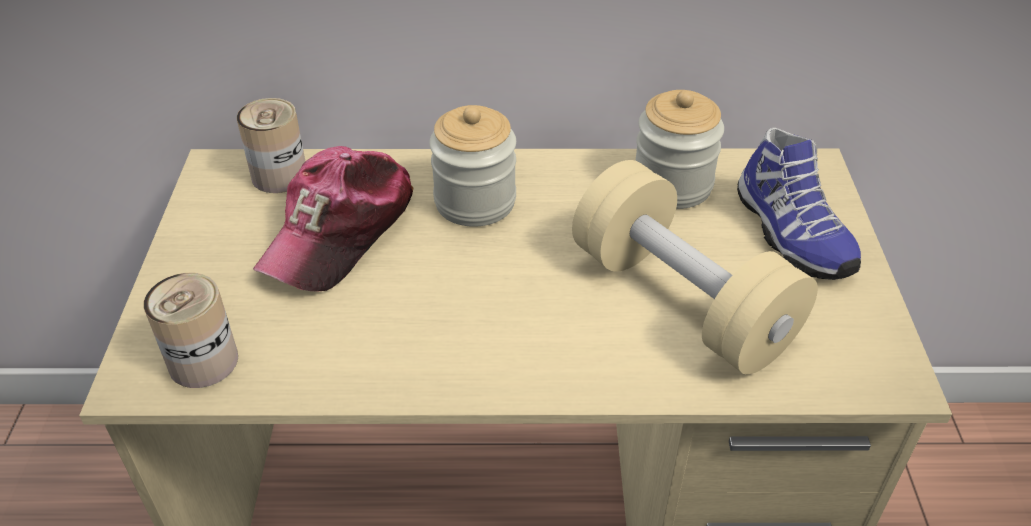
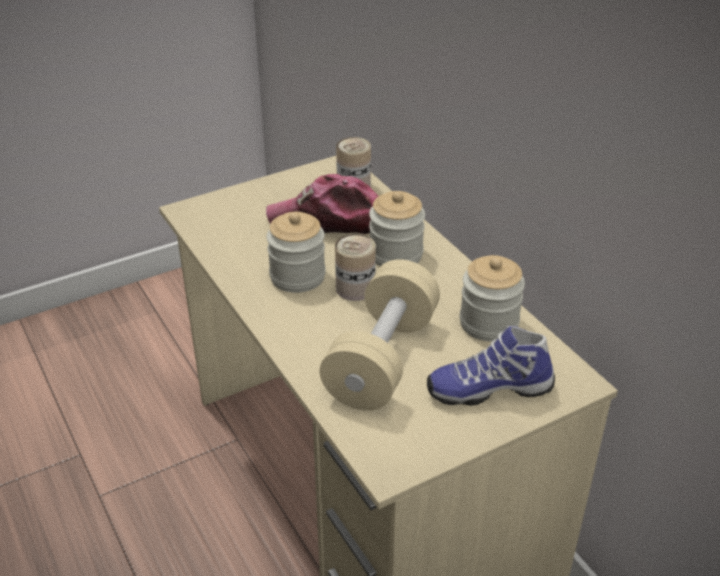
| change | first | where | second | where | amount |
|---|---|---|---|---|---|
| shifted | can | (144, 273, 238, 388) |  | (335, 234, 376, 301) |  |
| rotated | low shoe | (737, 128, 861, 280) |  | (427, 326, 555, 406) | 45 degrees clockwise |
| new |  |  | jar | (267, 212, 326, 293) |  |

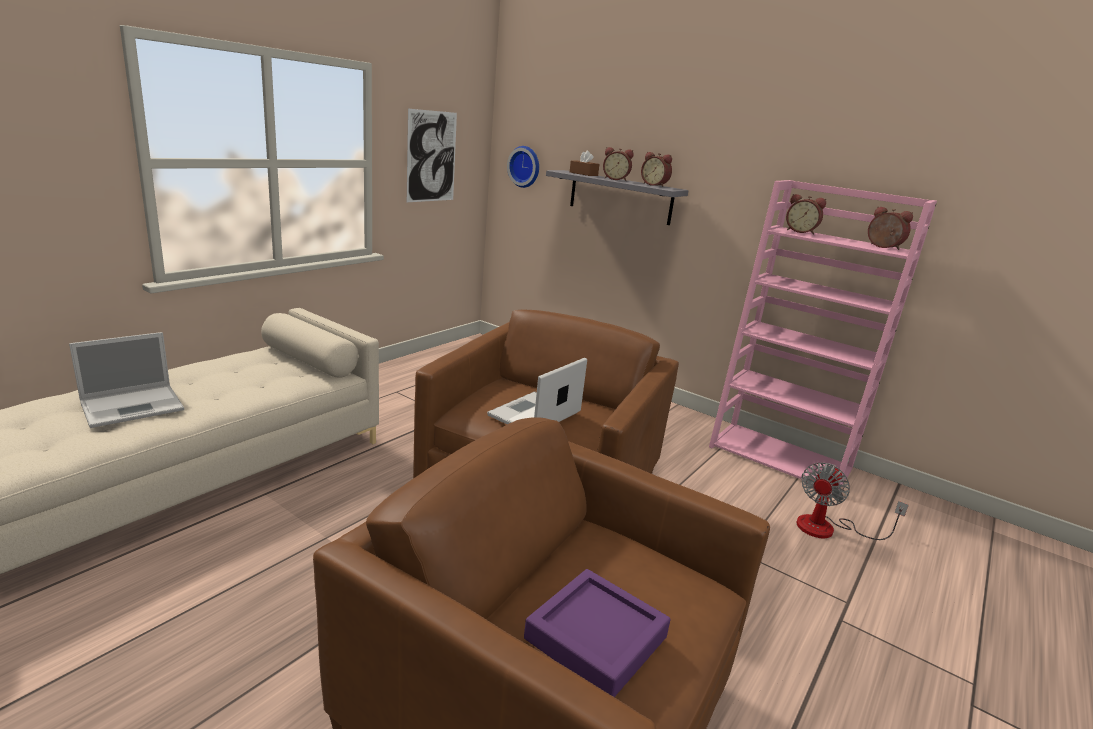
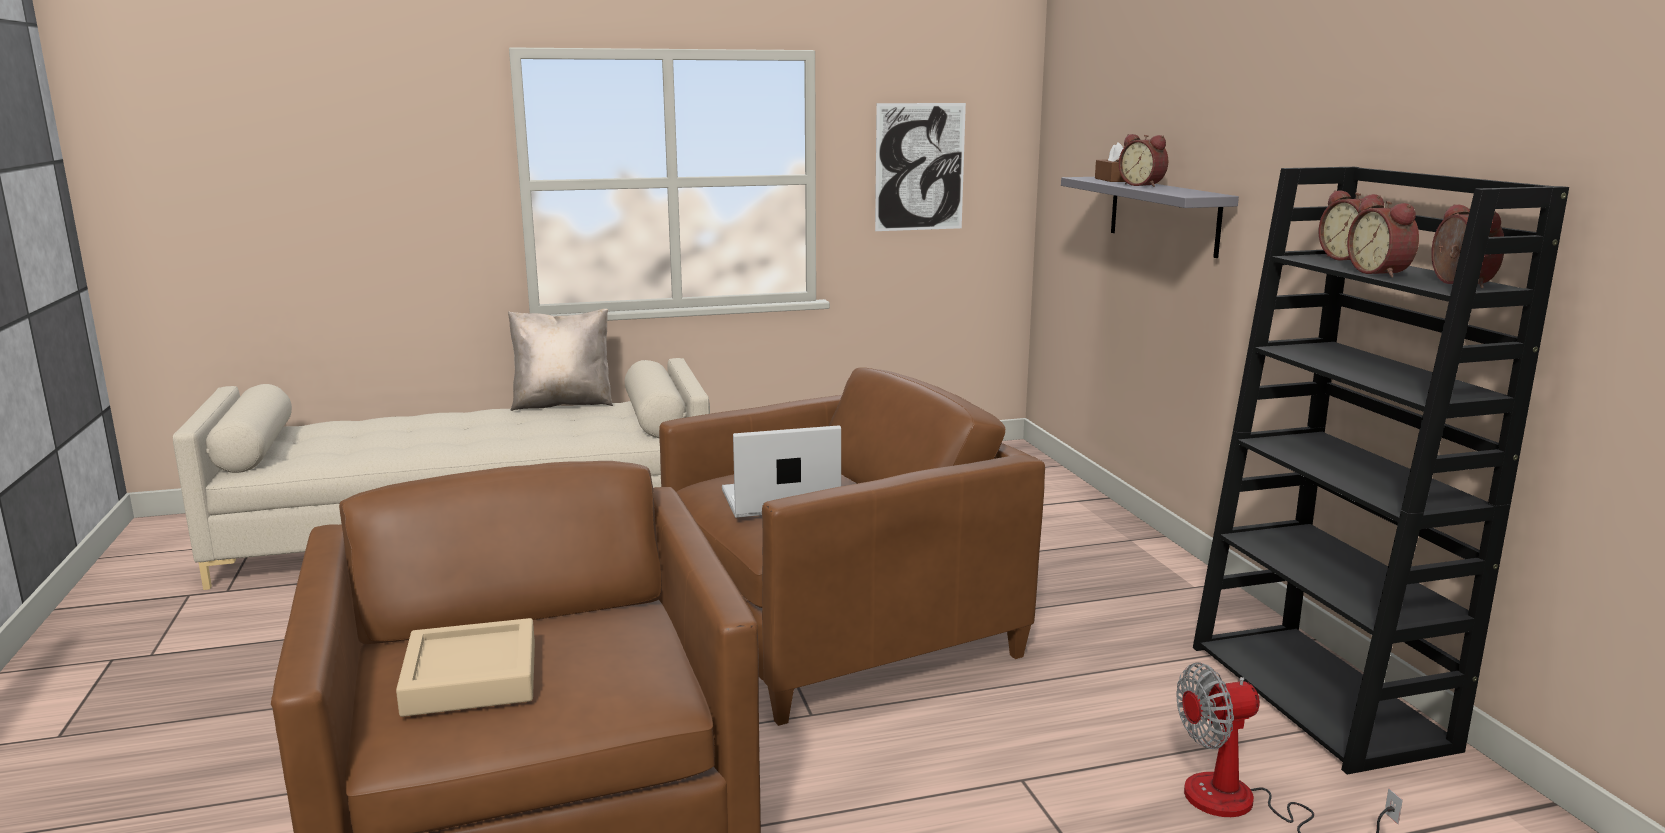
| change | first | where | second | where | amount |
|---|---|---|---|---|---|
| gone | notebook computer | (69, 332, 184, 428) |  |  |  |
| gone | hanging clock | (507, 146, 539, 188) |  |  |  |
| repainted | purple-coloured tray | (524, 569, 671, 697) | beige-coloured tray | (396, 618, 535, 717) |  |
| shifted | table clock | (641, 152, 672, 187) |  | (1347, 198, 1419, 278) |  |
| repainted | pink-coloured bookshelf | (709, 180, 937, 488) | black-coloured bookshelf | (1193, 167, 1569, 775) |  |
| new |  |  | beige-coloured cushion | (508, 309, 613, 411) |  |

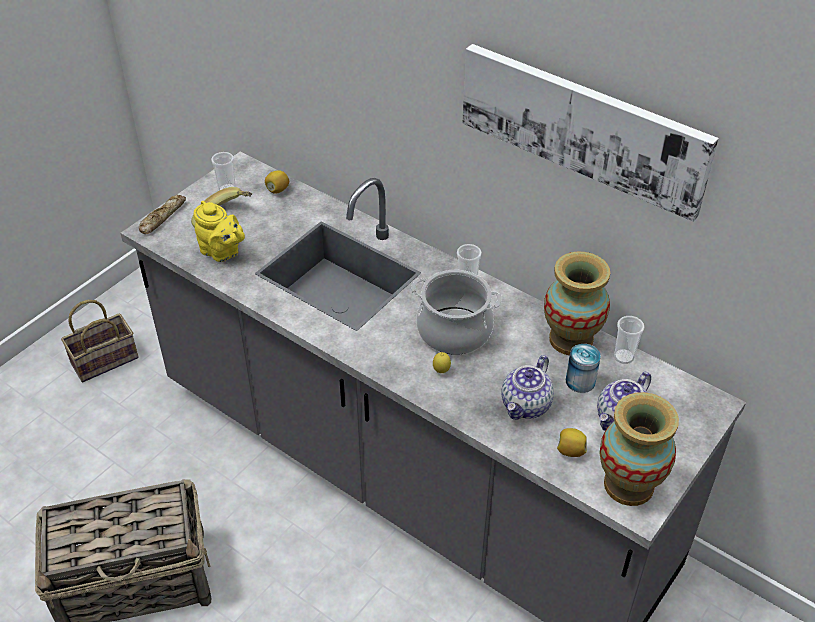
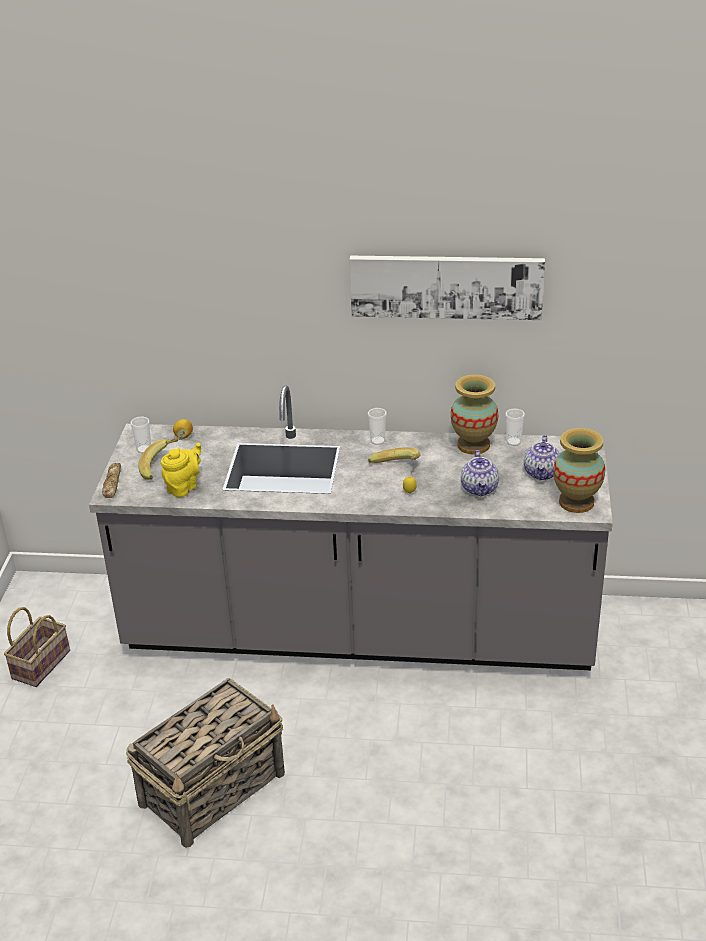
| change | first | where | second | where | amount |
|---|---|---|---|---|---|
| rotated | yellowish pot for tea | (194, 200, 245, 262) |  | (161, 443, 201, 497) | 60 degrees counterclockwise |
| swapped | saucepot | (411, 270, 502, 355) | banana fruit | (368, 447, 420, 463) |  |
| gone | whole lemon | (557, 428, 587, 457) |  |  |  |
| gone | can | (566, 344, 601, 393) |  |  |  |

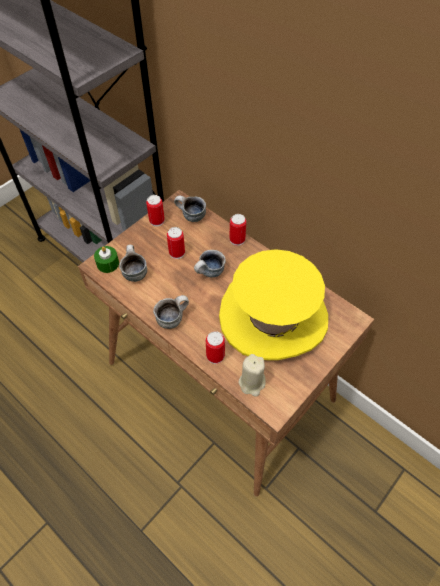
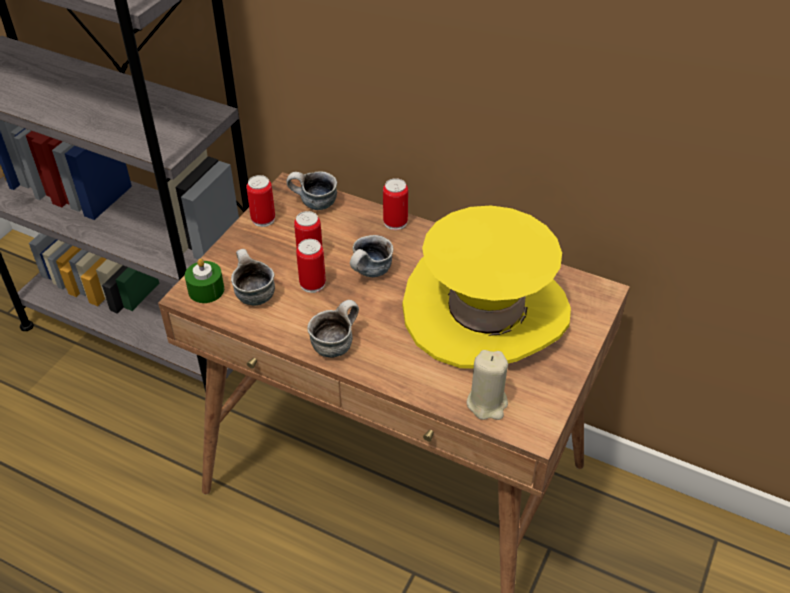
| change | first | where | second | where | amount |
|---|---|---|---|---|---|
| shifted | can | (206, 331, 225, 364) |  | (296, 239, 326, 293) |  |

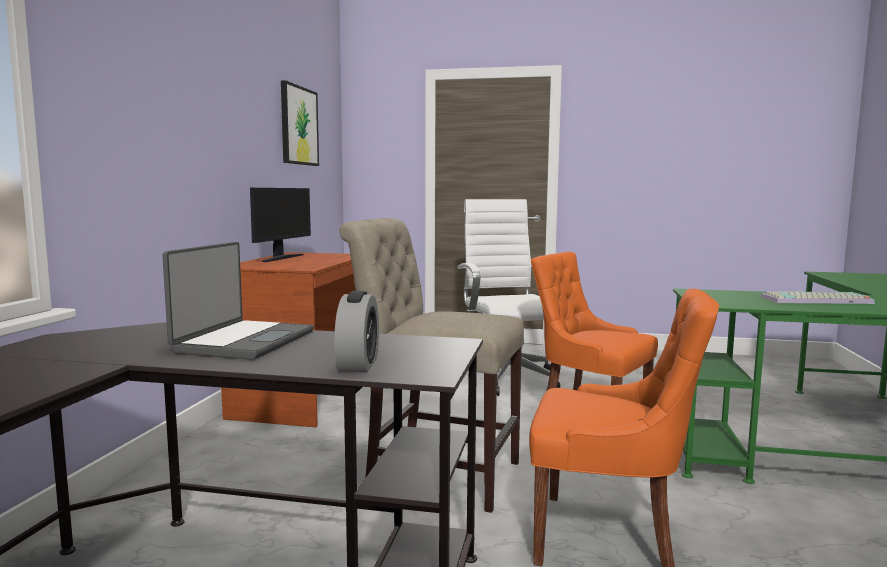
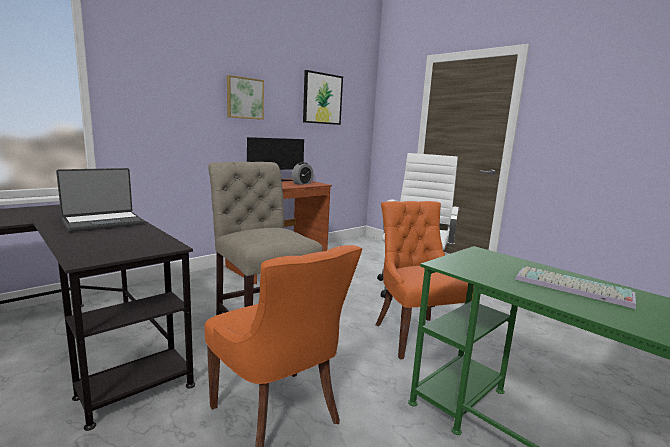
| change | first | where | second | where | amount |
|---|---|---|---|---|---|
| shifted | table clock | (334, 291, 379, 372) |  | (292, 162, 313, 185) |  |
| new |  |  | picture | (227, 75, 264, 120) |  |

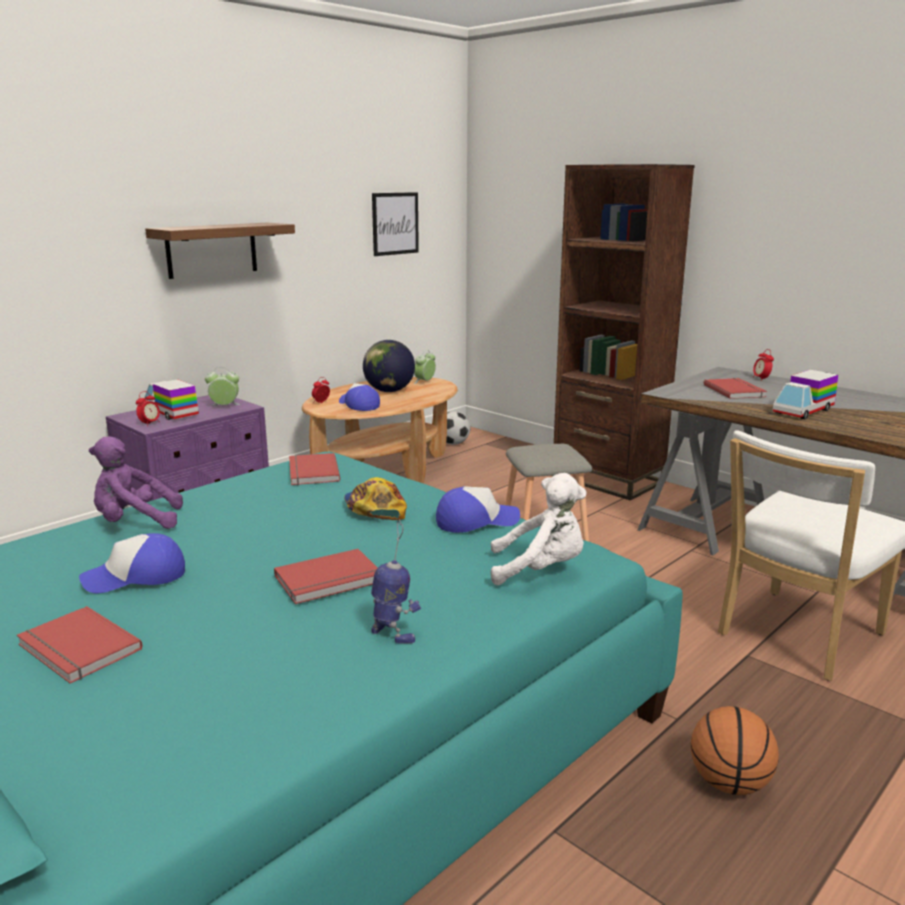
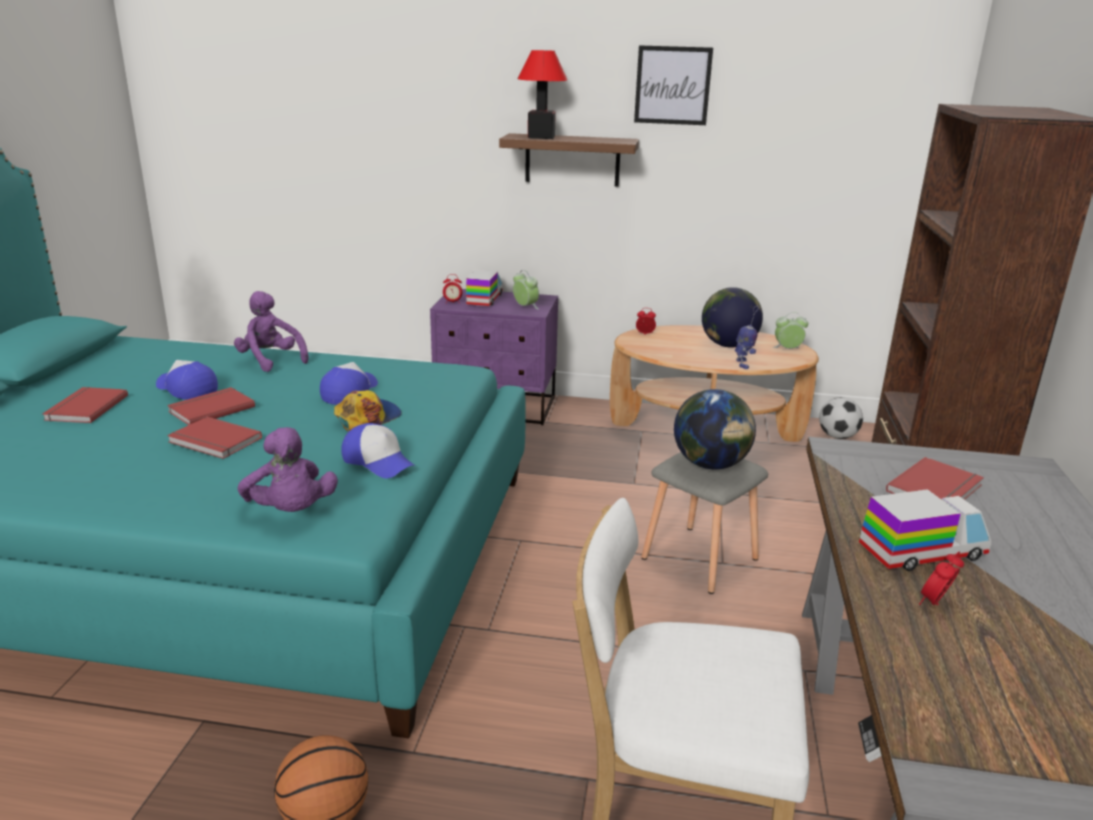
| change | first | where | second | where | amount |
|---|---|---|---|---|---|
| shifted | red book | (289, 453, 340, 485) |  | (167, 387, 255, 425) |  |
| shifted | cap | (339, 383, 380, 411) |  | (320, 362, 378, 405) |  |
| shifted | robot figure | (371, 519, 421, 644) |  | (735, 305, 759, 369) |  |
| shifted | picture | (372, 192, 419, 256) |  | (634, 45, 713, 125) |  |
| repainted | white-coloured cuddly toy | (491, 473, 586, 585) | purple-coloured cuddly toy | (238, 427, 338, 512) |  |
| shifted | table clock | (753, 349, 774, 381) |  | (919, 551, 964, 605) |  |
| rotated | toy lorry | (773, 370, 838, 419) |  | (859, 489, 991, 571) | 150 degrees clockwise |
| new |  |  | table lamp | (518, 50, 567, 139) |  |
| new |  |  | globe | (674, 389, 756, 469) |  |

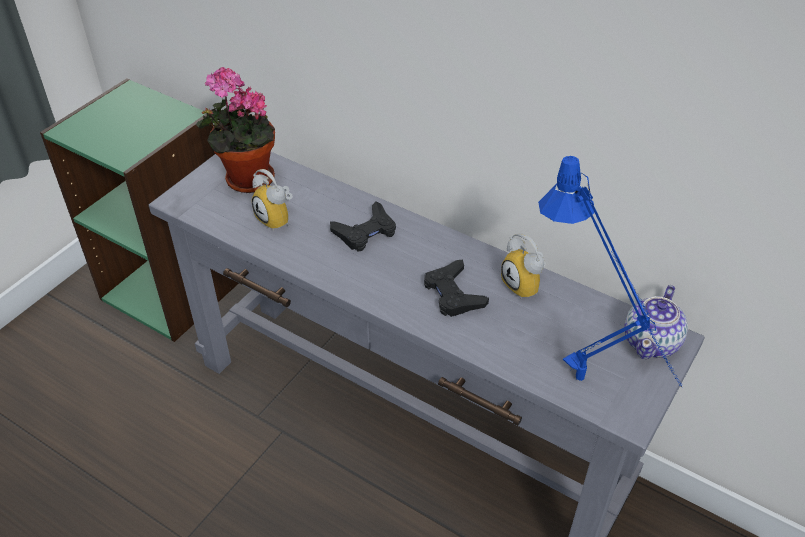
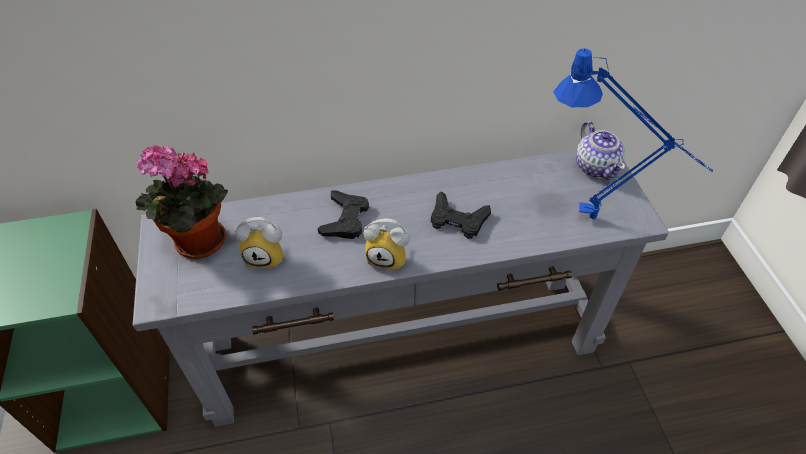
| change | first | where | second | where | amount |
|---|---|---|---|---|---|
| shifted | table clock | (501, 234, 546, 299) |  | (364, 219, 410, 271) |  |

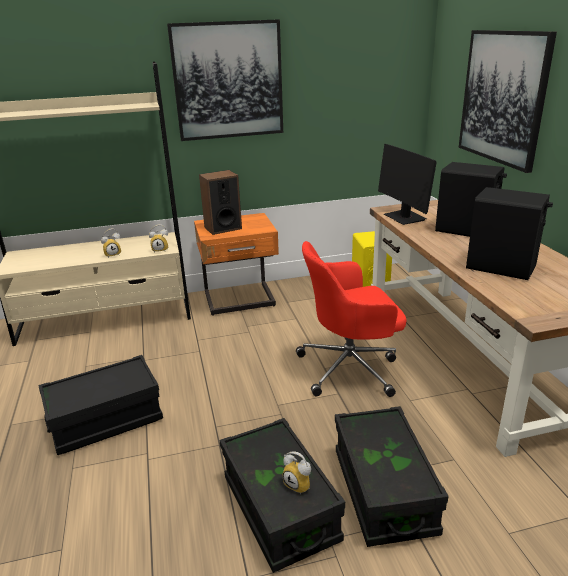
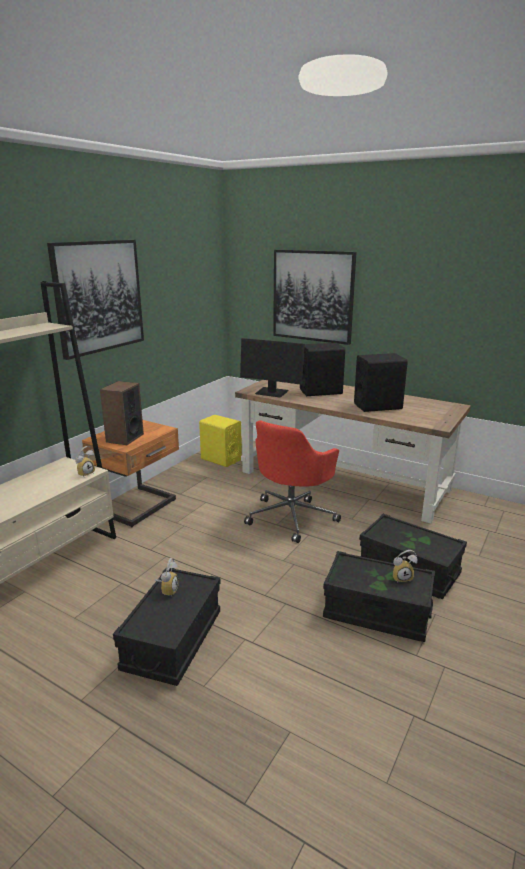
| change | first | where | second | where | amount |
|---|---|---|---|---|---|
| shifted | table clock | (101, 228, 121, 258) |  | (155, 558, 179, 596) |  |

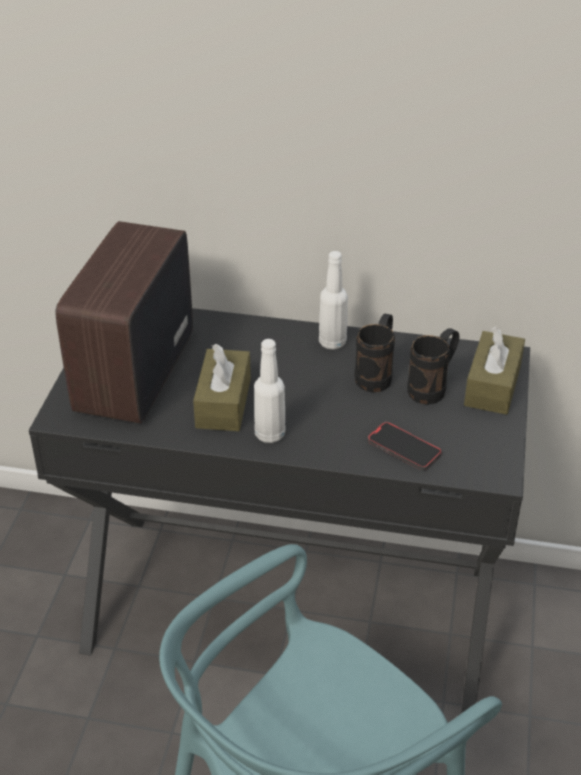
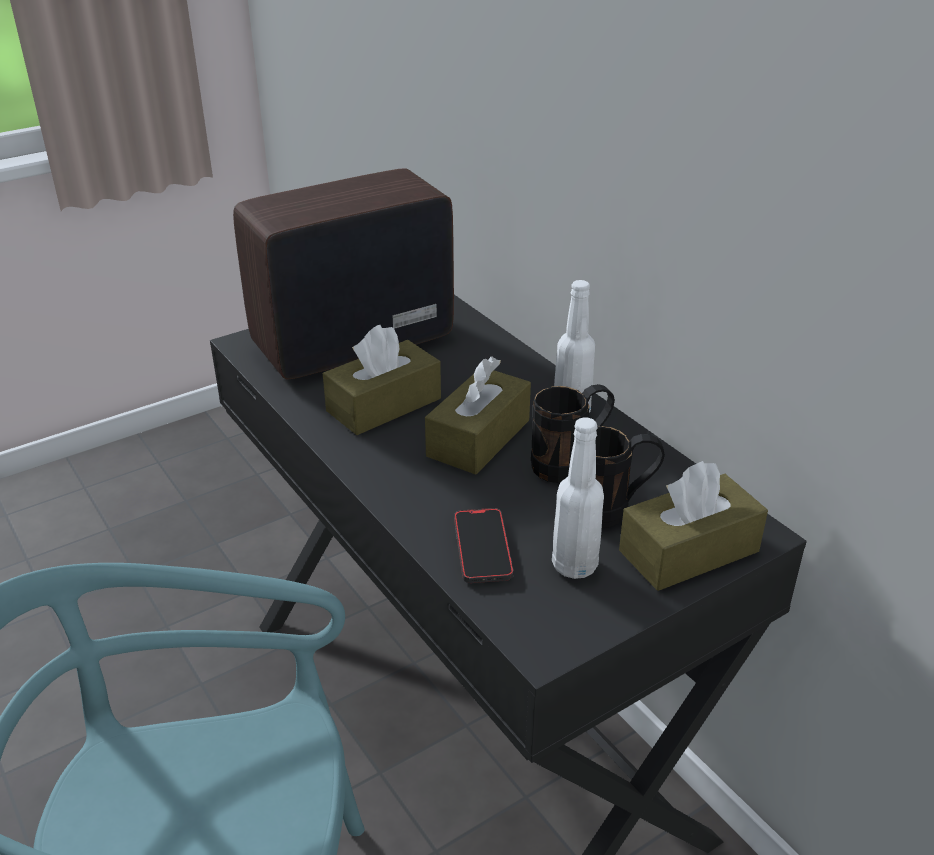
| change | first | where | second | where | amount |
|---|---|---|---|---|---|
| shifted | white-coloured bottle | (254, 339, 285, 443) |  | (552, 417, 604, 579) |  |
| new |  |  | brown tissue box | (425, 356, 531, 475) |  |

